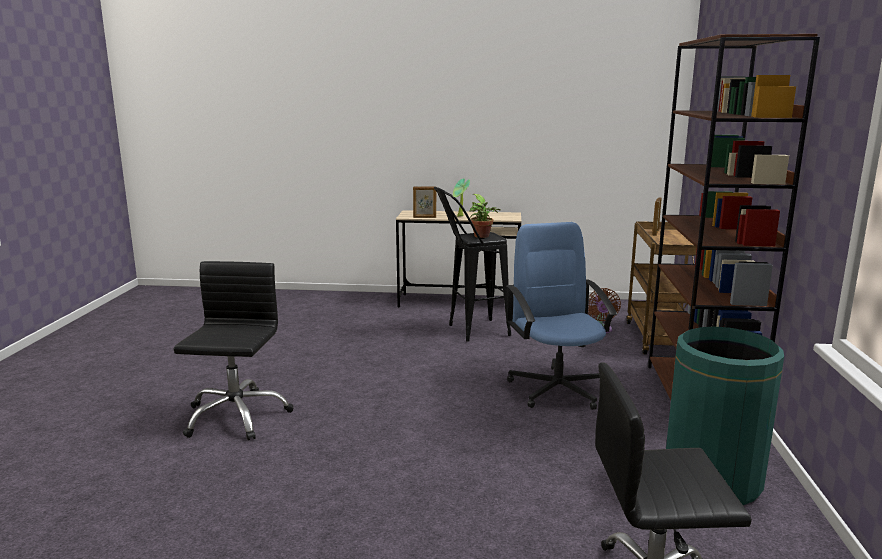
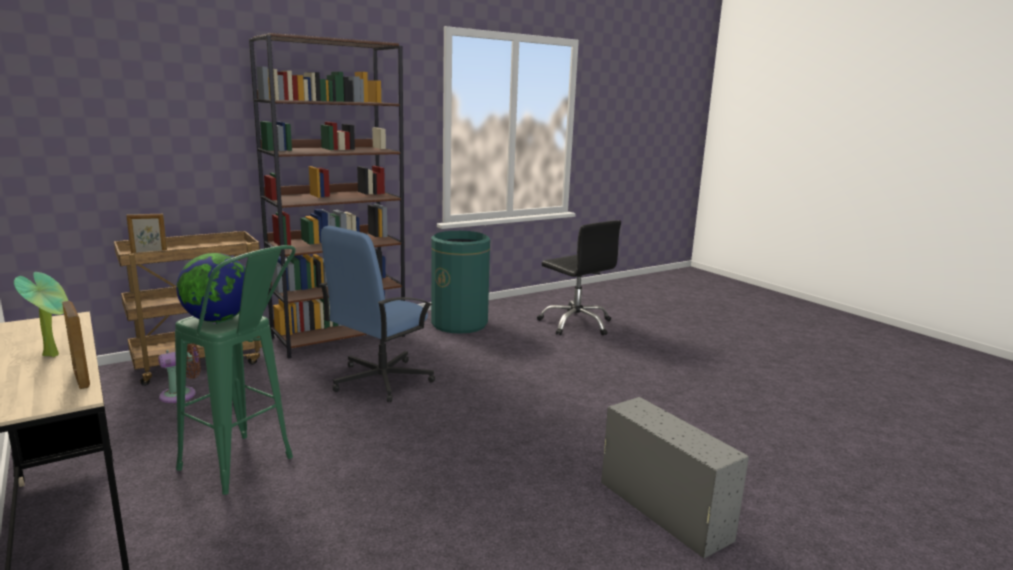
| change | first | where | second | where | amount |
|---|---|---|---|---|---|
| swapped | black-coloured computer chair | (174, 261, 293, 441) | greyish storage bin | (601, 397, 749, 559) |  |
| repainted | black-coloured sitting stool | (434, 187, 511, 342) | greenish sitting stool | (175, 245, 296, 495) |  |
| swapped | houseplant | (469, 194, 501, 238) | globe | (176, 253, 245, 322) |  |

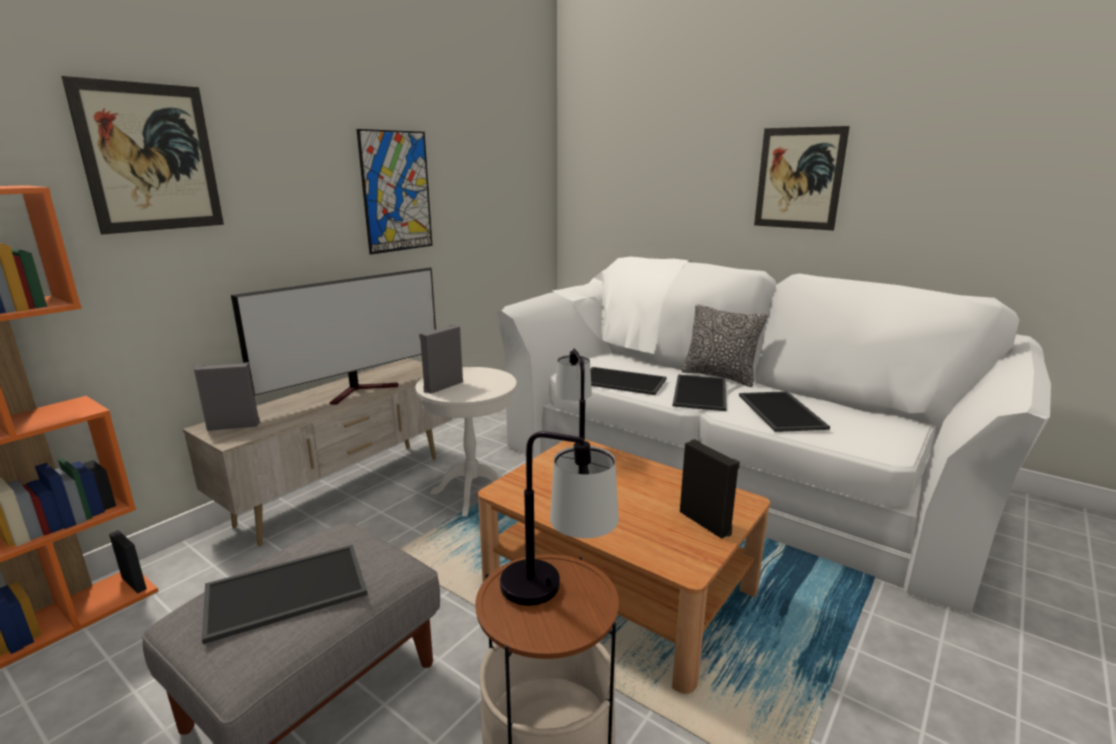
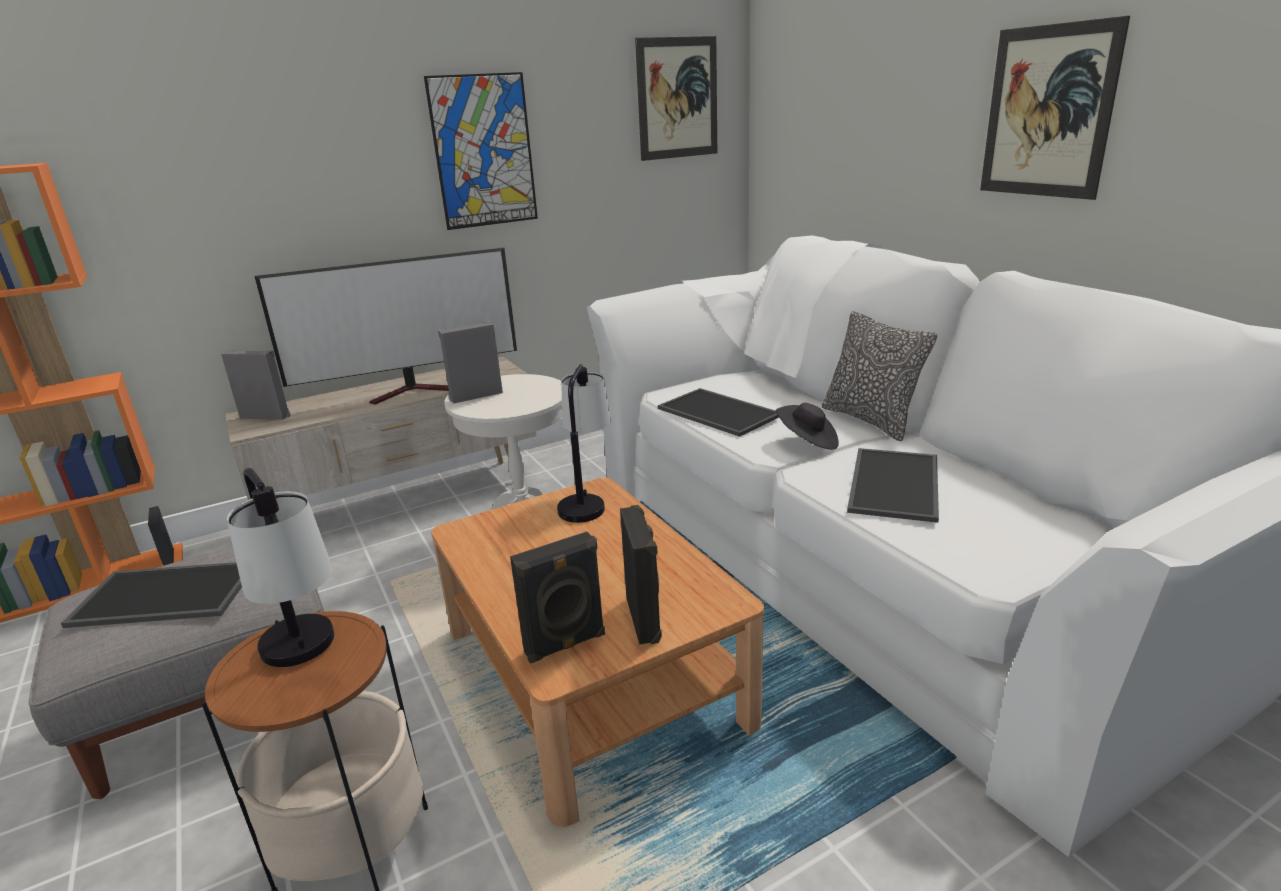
| change | first | where | second | where | amount |
|---|---|---|---|---|---|
| shifted | picture | (61, 76, 224, 234) |  | (635, 36, 717, 161) |  |
| swapped | tray | (673, 374, 727, 411) | black-coloured clothing hat | (776, 403, 839, 450) |  |
| new |  |  | black-coloured loudspeaker | (510, 532, 605, 664) |  |

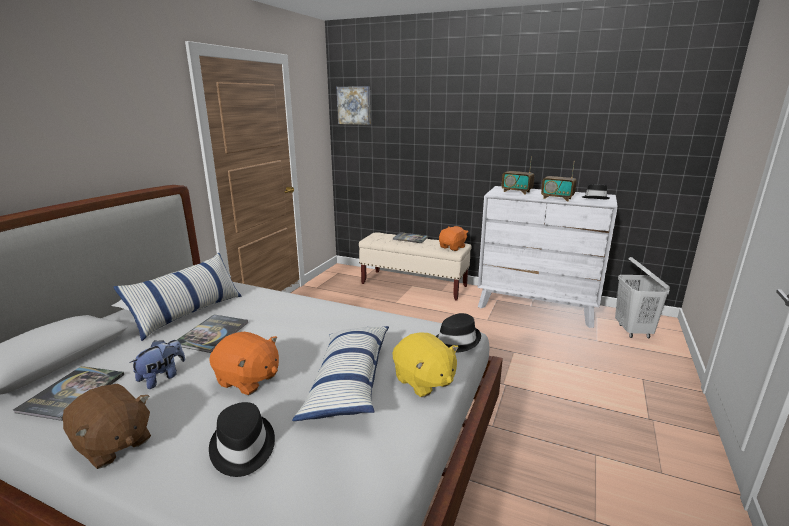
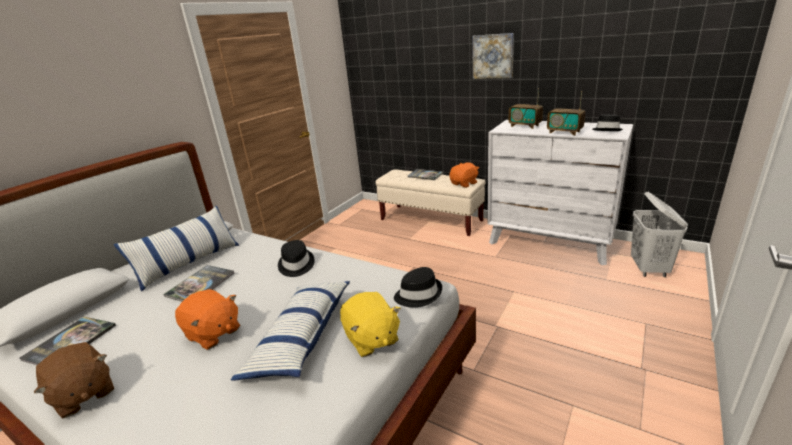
| change | first | where | second | where | amount |
|---|---|---|---|---|---|
| gone | cuddly toy | (129, 340, 185, 389) |  |  |  |
| shifted | black-coloured clothing hat | (209, 402, 275, 477) |  | (278, 240, 315, 277) |  |
| shifted | picture | (337, 86, 371, 125) |  | (472, 33, 514, 79) |  |

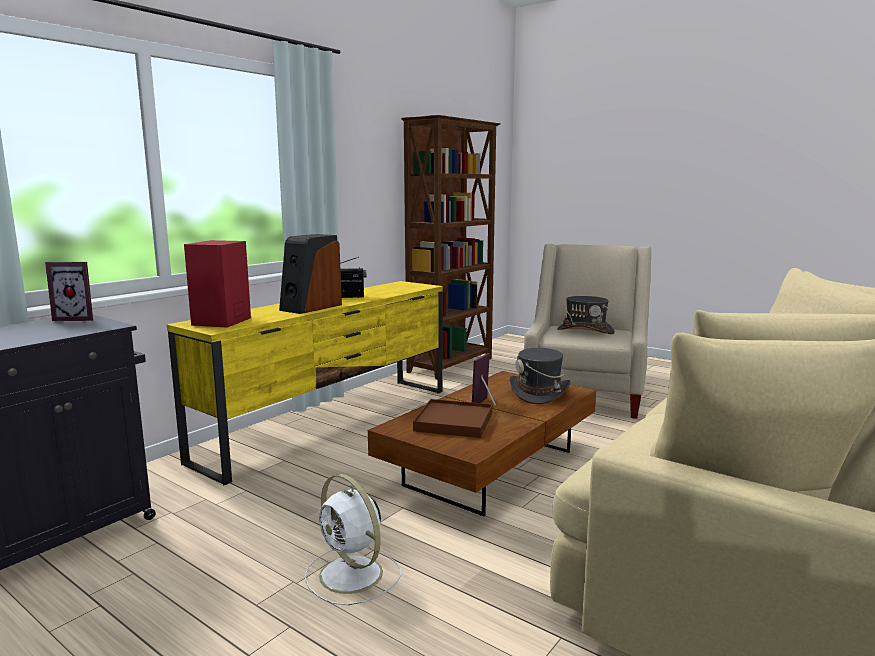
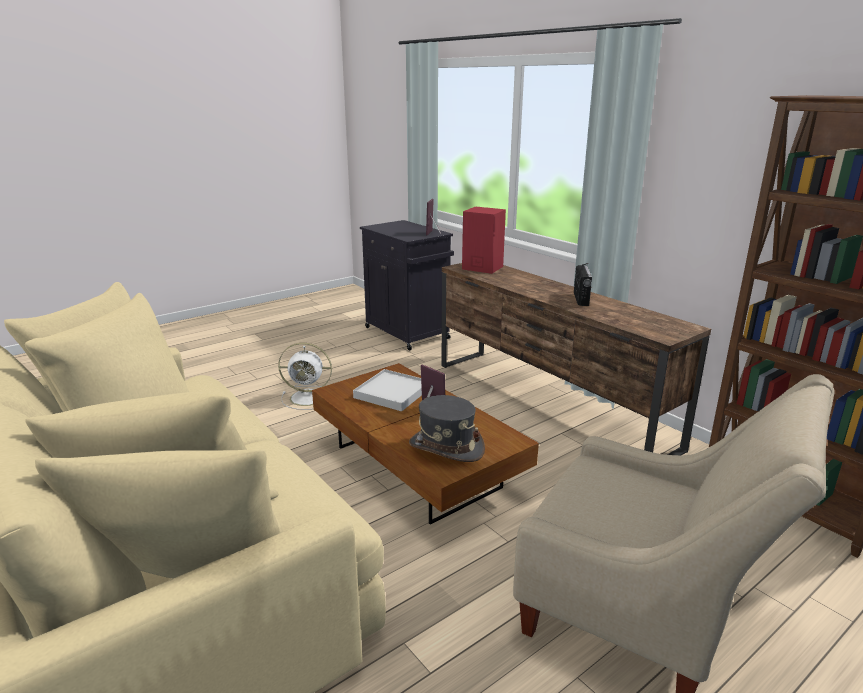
| change | first | where | second | where | amount |
|---|---|---|---|---|---|
| repainted | yellowish tv stand | (167, 281, 443, 485) | brown tv stand | (441, 263, 711, 455) |  |
| gone | loudspeaker | (279, 234, 342, 314) |  |  |  |
| rotated | white-coloured electric fan | (305, 474, 401, 605) |  | (278, 343, 332, 410) | 150 degrees counterclockwise |
| repainted | brown tray | (413, 399, 492, 438) | white-coloured tray | (353, 369, 422, 411) |  |
| gone | greyish clothing hat | (557, 296, 615, 334) |  |  |  |

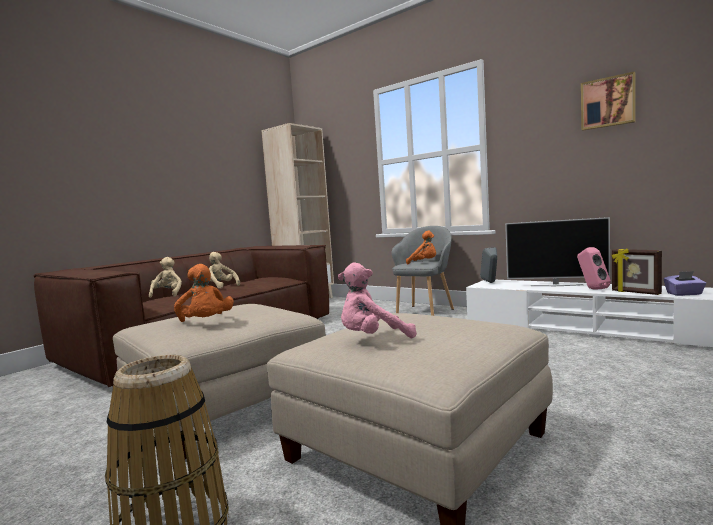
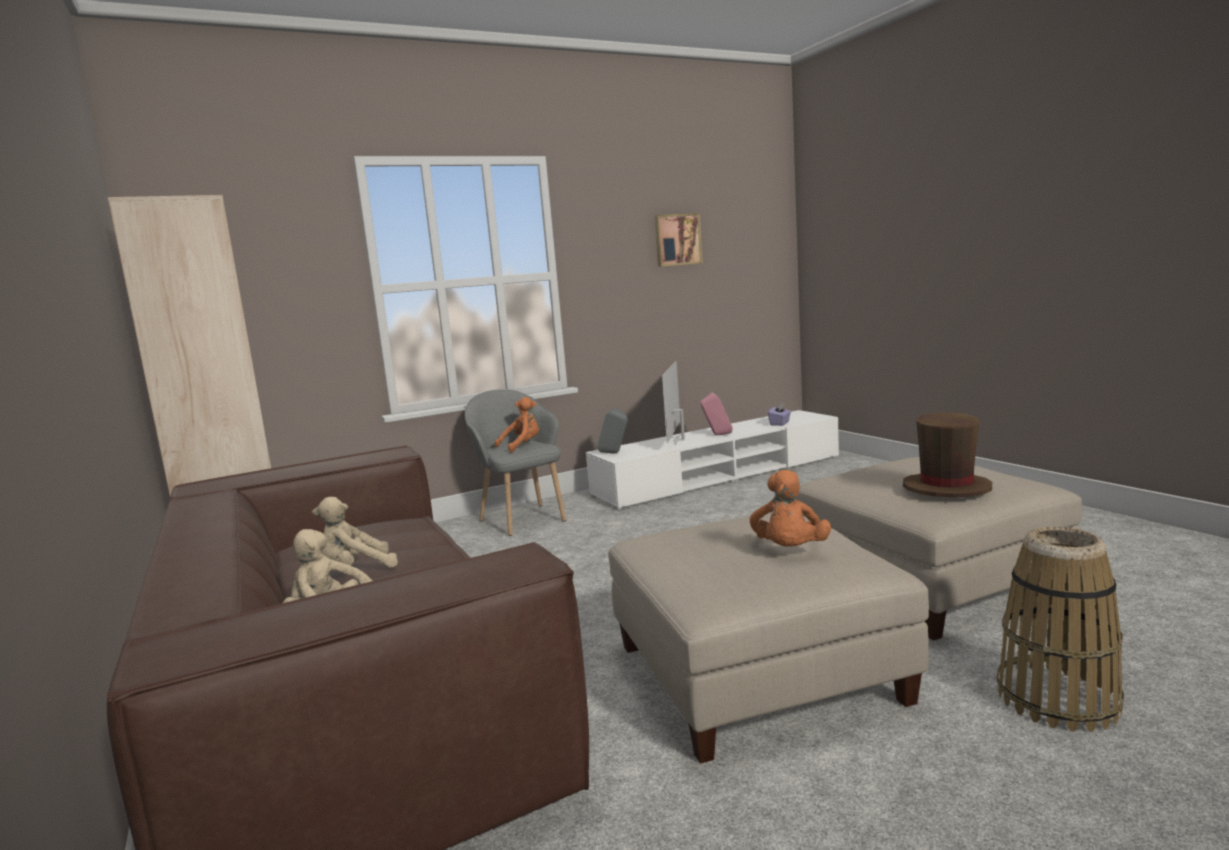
| change | first | where | second | where | amount |
|---|---|---|---|---|---|
| rotated | orangey cuddly toy | (174, 264, 234, 322) |  | (750, 470, 831, 547) | 105 degrees clockwise |
| swapped | pink-coloured cuddly toy | (338, 263, 417, 338) | brown clothing hat | (903, 412, 992, 498) |  |
| rotated | TV set | (505, 217, 610, 286) |  | (662, 361, 685, 445) | 150 degrees clockwise |
| gone | standing frame | (611, 249, 662, 295) |  |  |  |

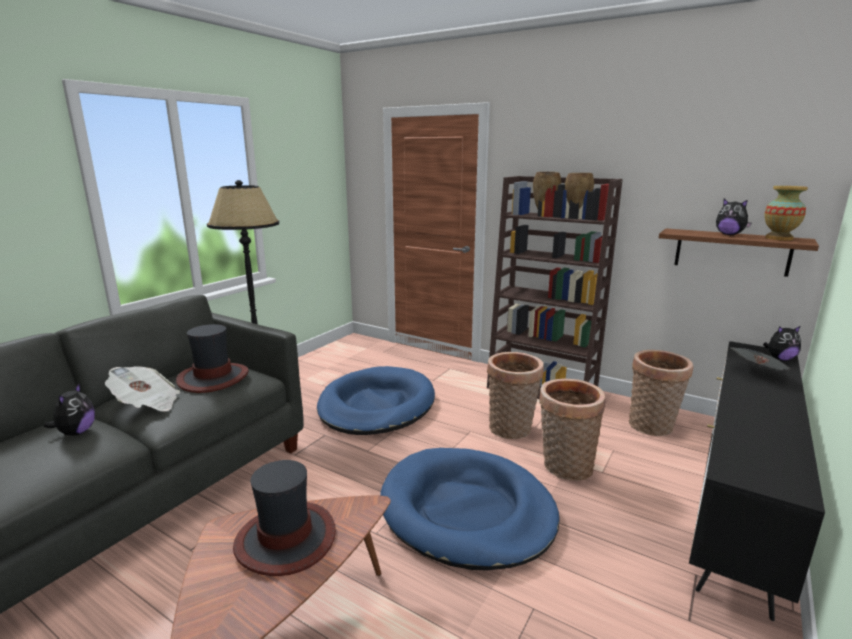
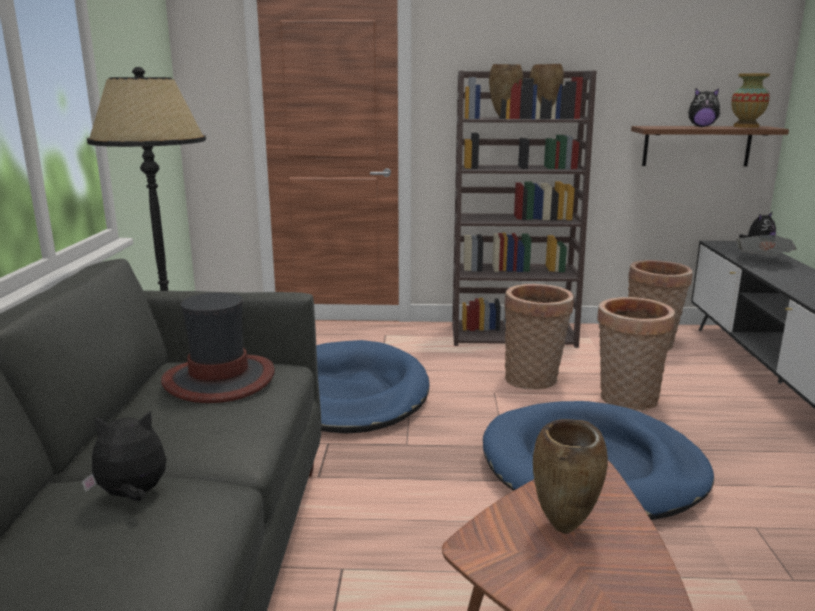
| change | first | where | second | where | amount |
|---|---|---|---|---|---|
| rotated | cuddly toy | (44, 382, 95, 436) |  | (81, 410, 166, 501) | 75 degrees counterclockwise |
| gone | newspaper | (105, 366, 180, 411) |  |  |  |
| swapped | clothing hat | (233, 460, 336, 576) | brown flower vase | (533, 419, 608, 534) |  |

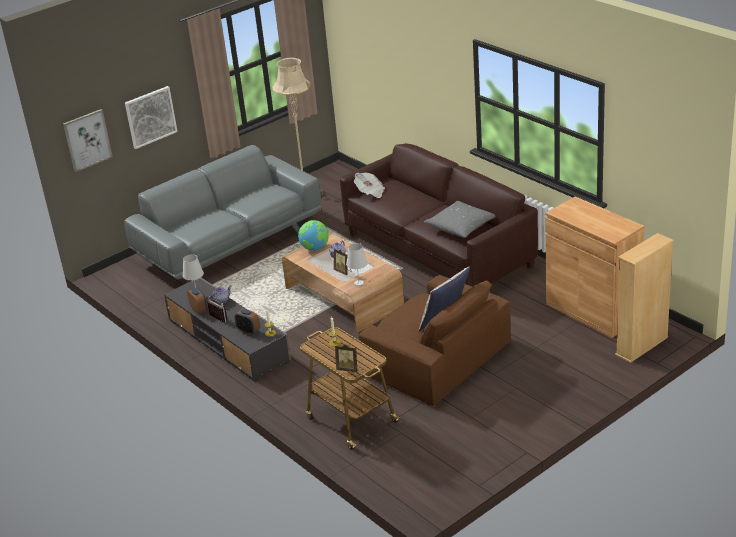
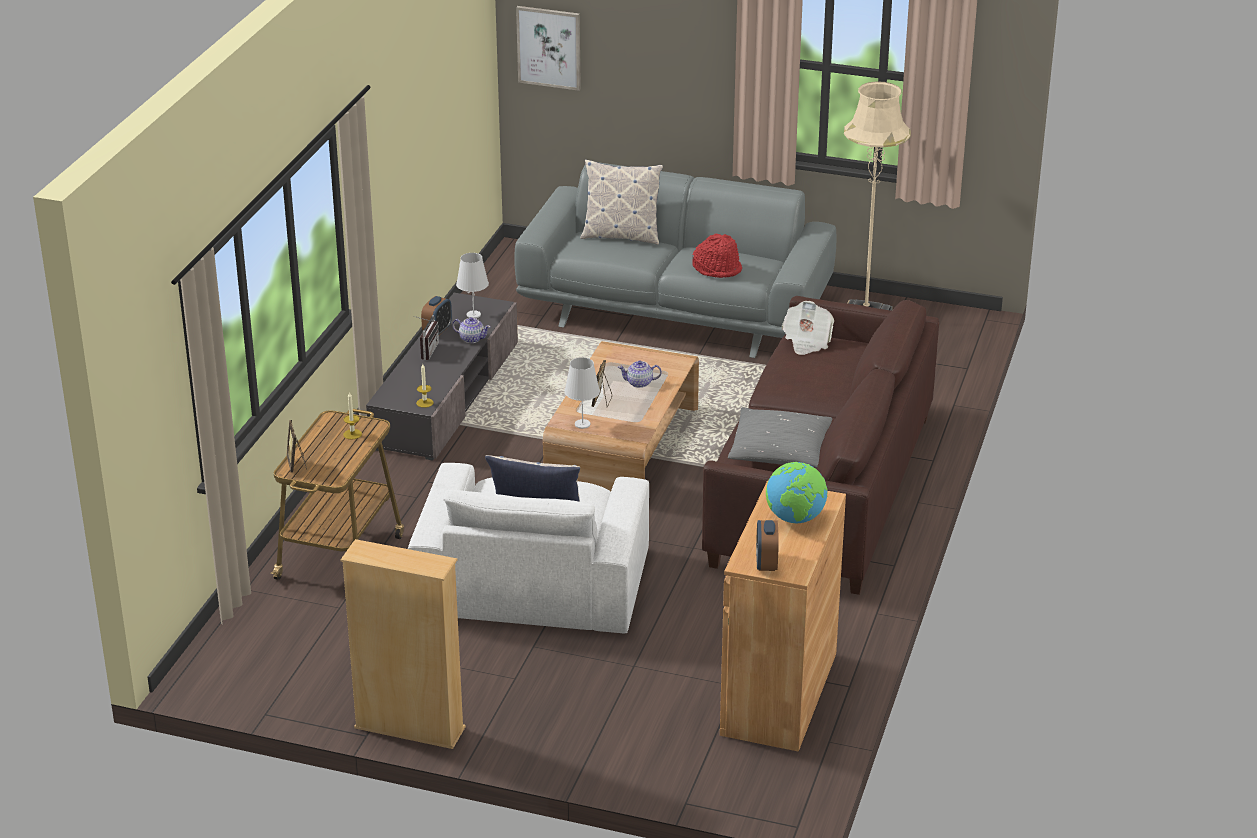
| change | first | where | second | where | amount |
|---|---|---|---|---|---|
| gone | picture | (125, 86, 178, 149) |  |  |  |
| shifted | table clock | (234, 309, 260, 335) |  | (756, 520, 779, 571) |  |
| shifted | globe | (298, 220, 328, 251) |  | (766, 462, 827, 523) |  |
| repainted | brown armchair | (359, 275, 511, 406) | white-coloured armchair | (408, 463, 649, 634) |  |
| shifted | beige-coloured bookshelf | (615, 233, 674, 363) |  | (341, 539, 466, 749) |  |
| new |  |  | cushion | (580, 159, 663, 245) |  |
| new |  |  | red clothing hat | (692, 234, 742, 278) |  |

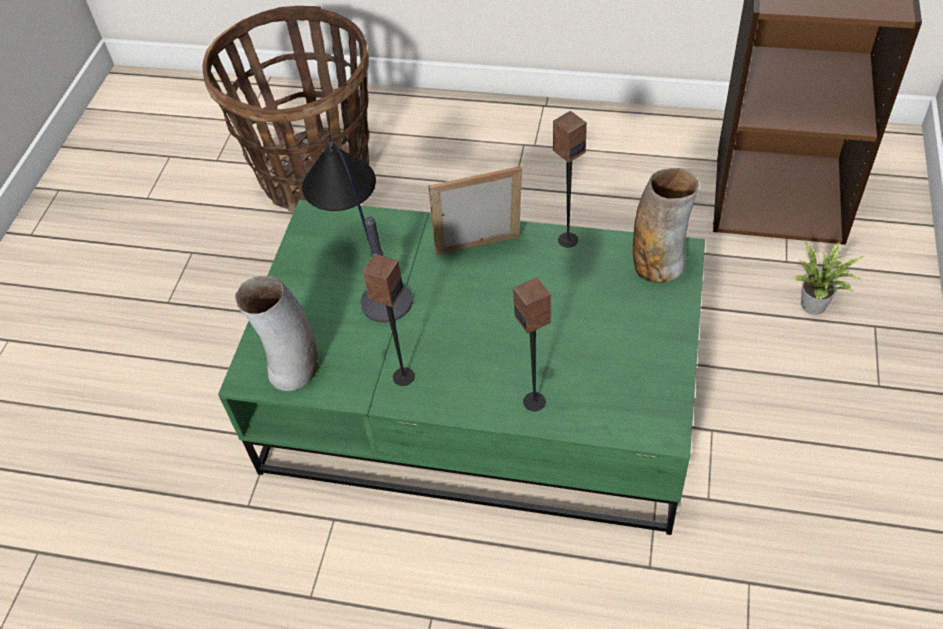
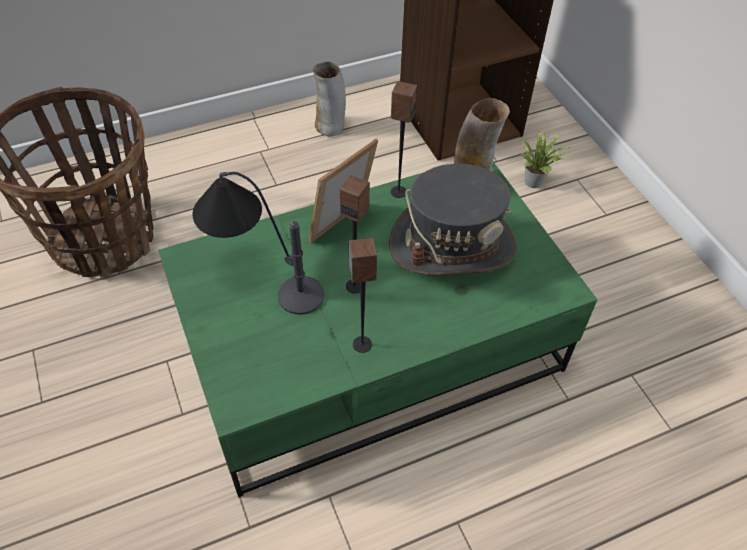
| change | first | where | second | where | amount |
|---|---|---|---|---|---|
| shifted | flower vase | (235, 276, 317, 391) |  | (313, 61, 346, 137) |  |
| shifted | loudspeaker | (513, 277, 551, 411) |  | (340, 175, 370, 294) |  |
| new |  |  | greyish clothing hat | (389, 164, 517, 276) |  |

